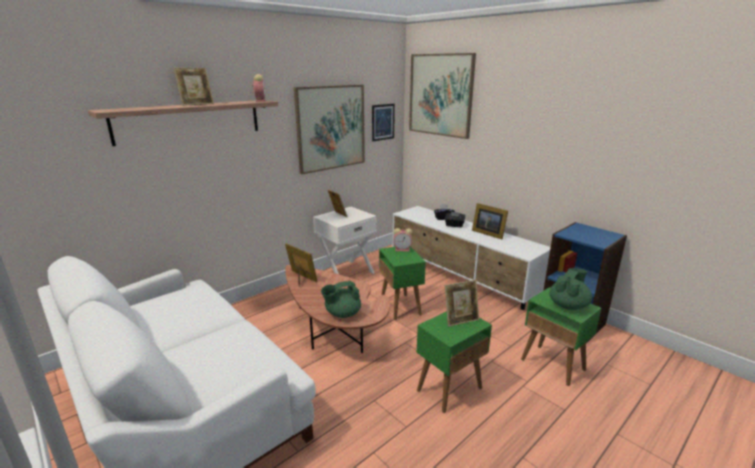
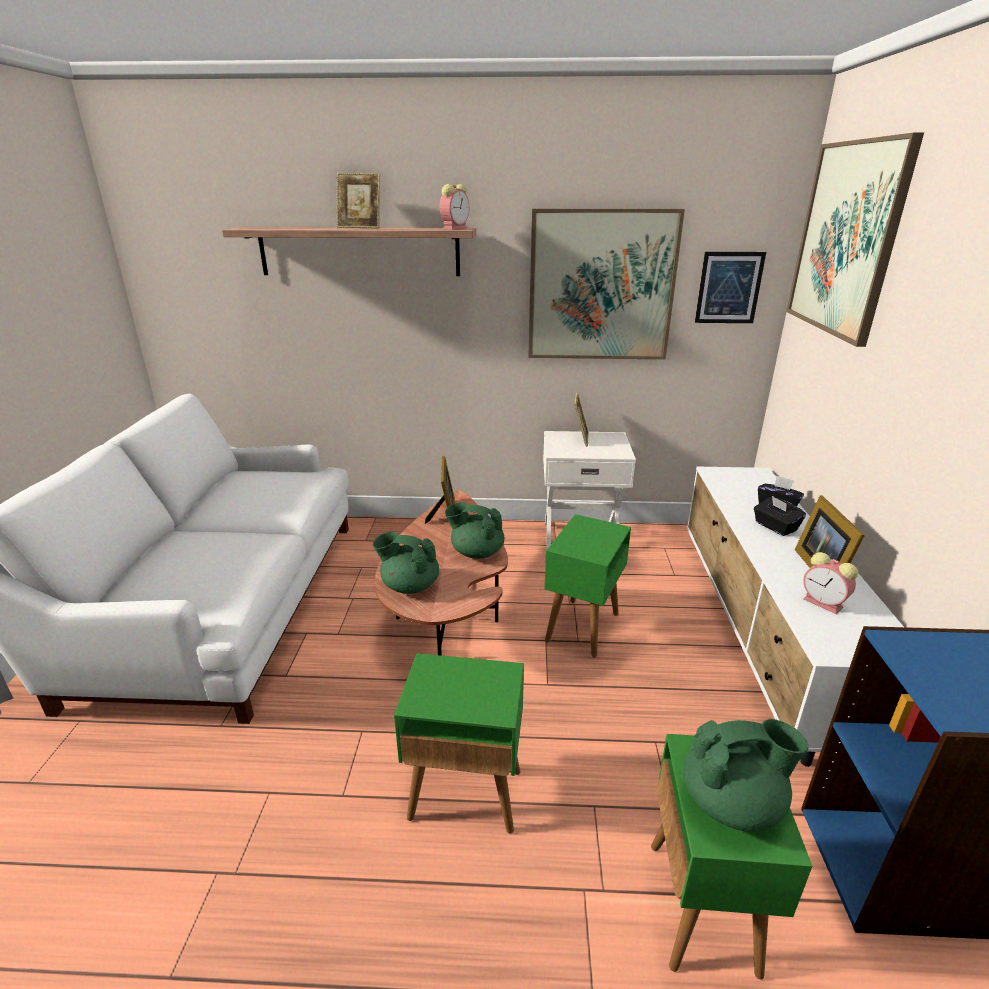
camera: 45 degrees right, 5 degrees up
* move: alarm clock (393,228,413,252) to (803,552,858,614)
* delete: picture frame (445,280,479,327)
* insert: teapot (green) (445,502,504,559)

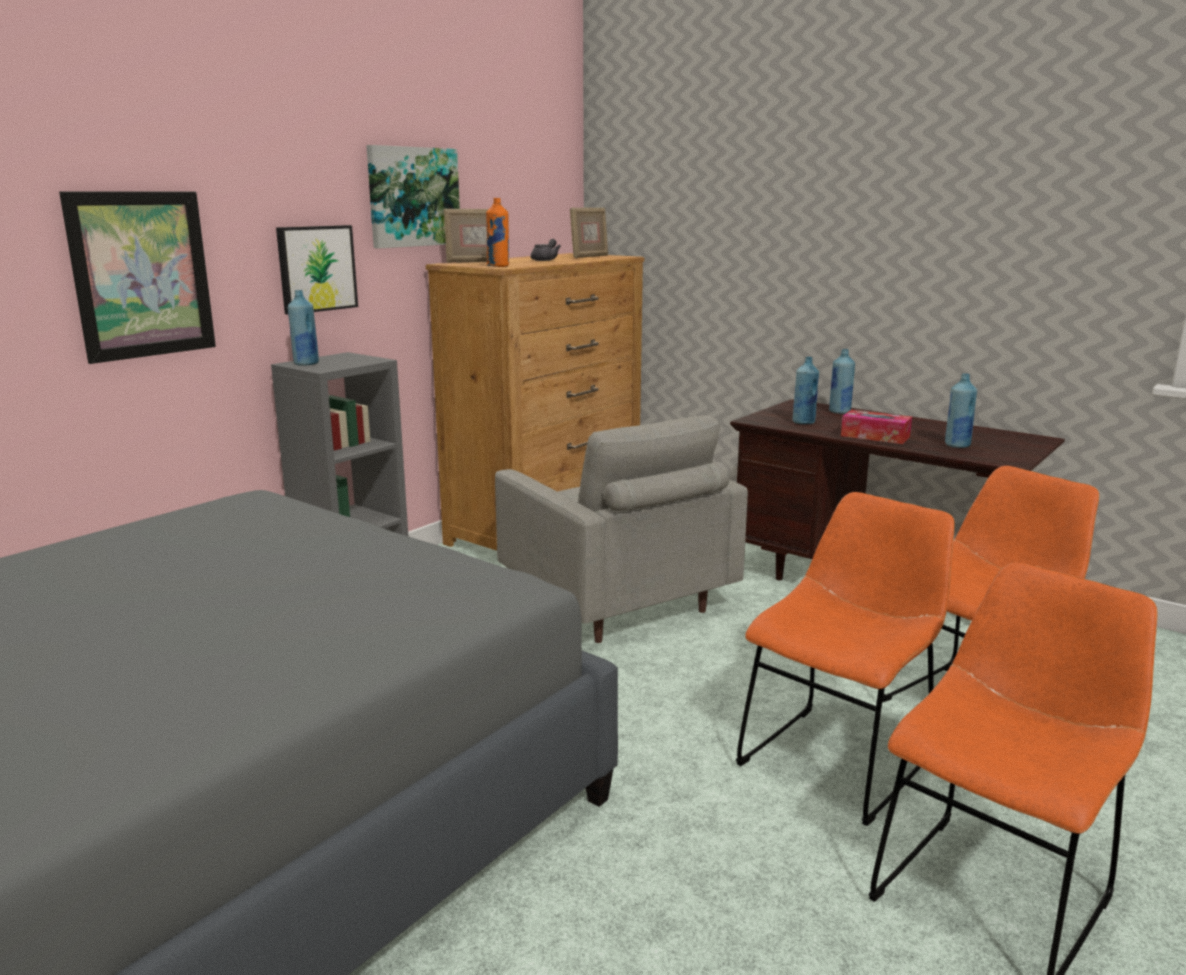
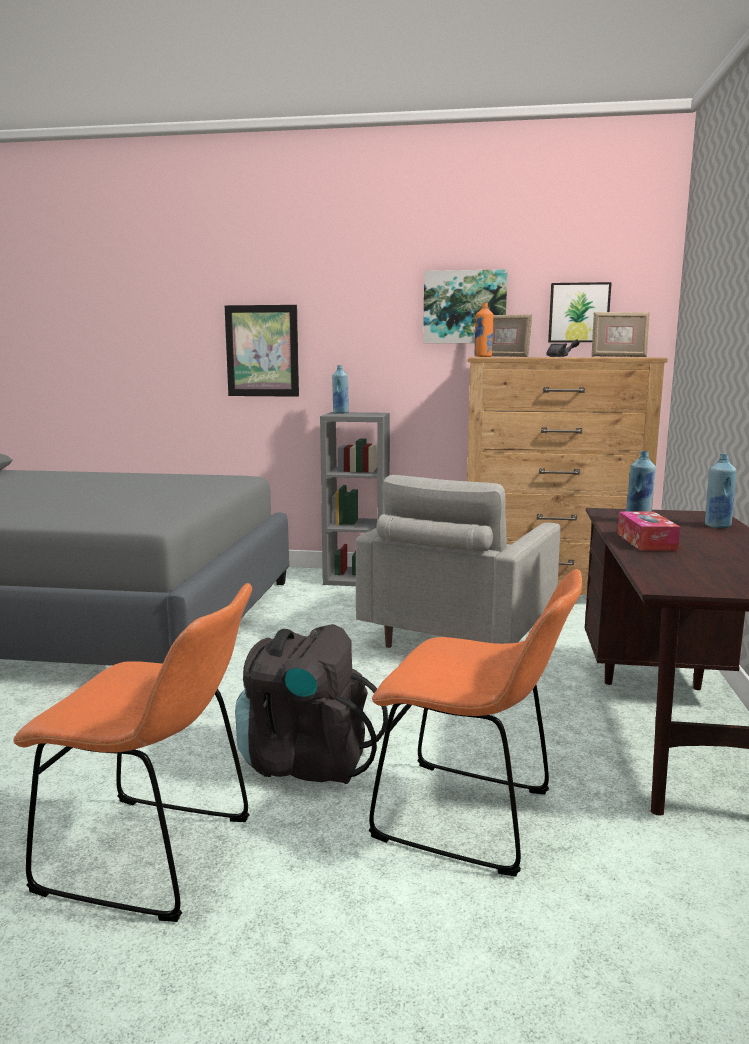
camera: 60 degrees right, 5 degrees down
* move: picture (276,225,358,314) to (548,282,612,342)
* replace: chair (orange) (736,492,955,826) to backpack (black) (235,624,388,784)
* delete: bottle (blue) (945,374,977,448)

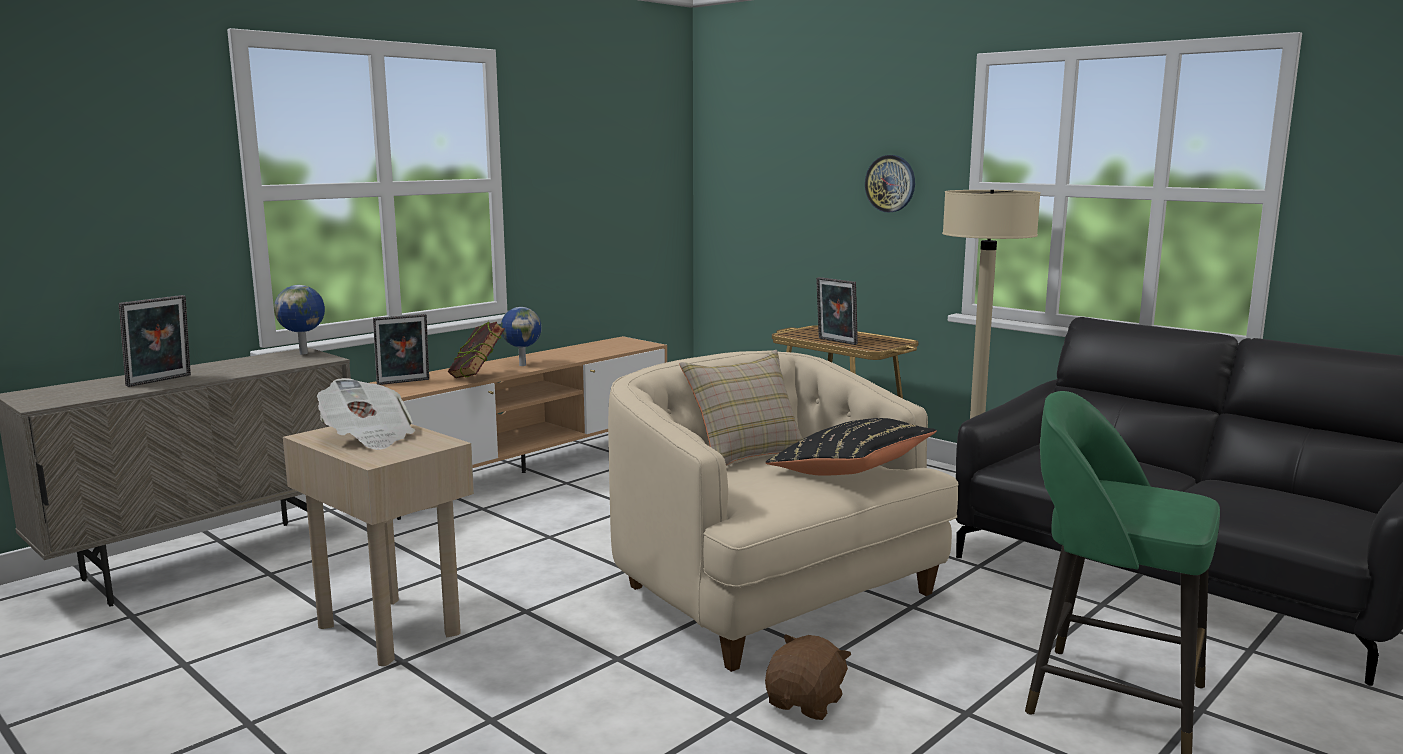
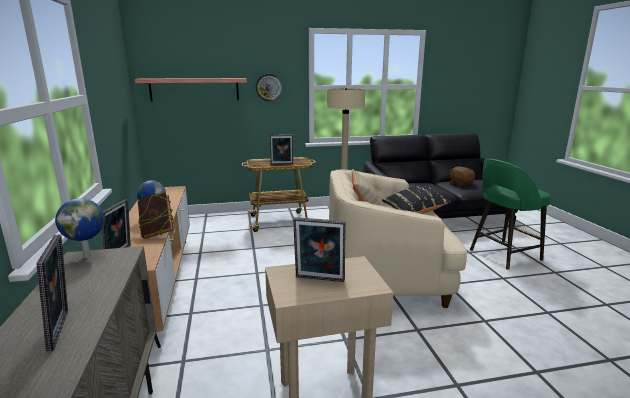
camera: 55 degrees left, 5 degrees up
* replace: newspaper (317,378,415,450) to picture frame (293,217,346,282)
* move: plush toy (brown) (765,634,851,720) to (450,166,475,186)
* insert: shelf (135,78,247,102)

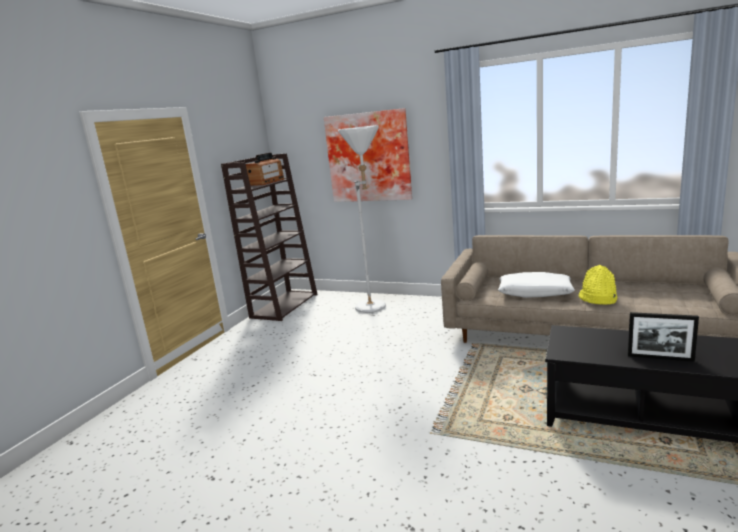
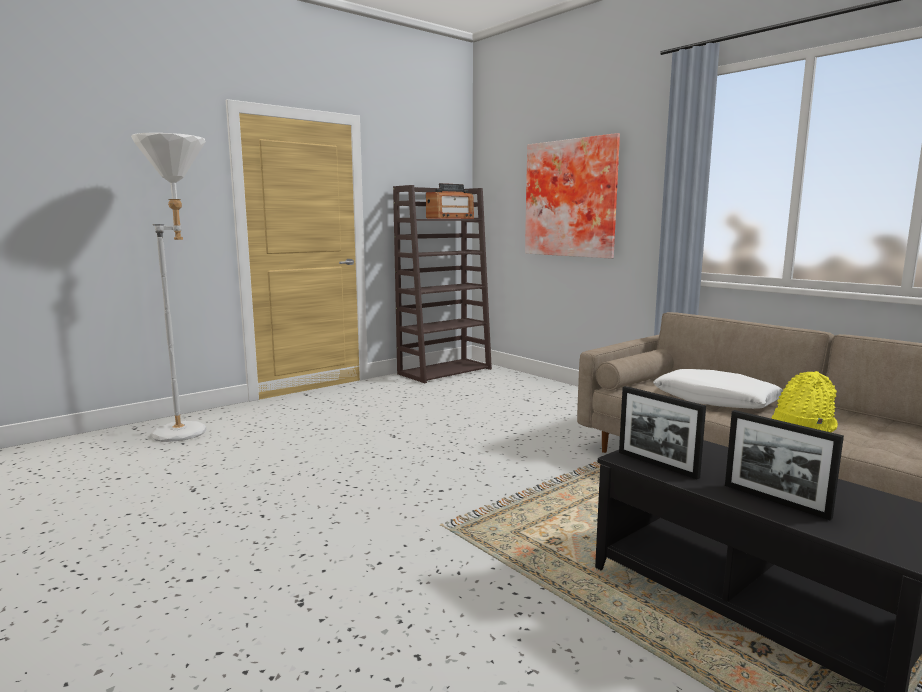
camera: 25 degrees right, 5 degrees down
* move: floor lamp (white) (338,125,386,313) to (131,133,206,442)
* insert: picture frame (619,386,706,479)

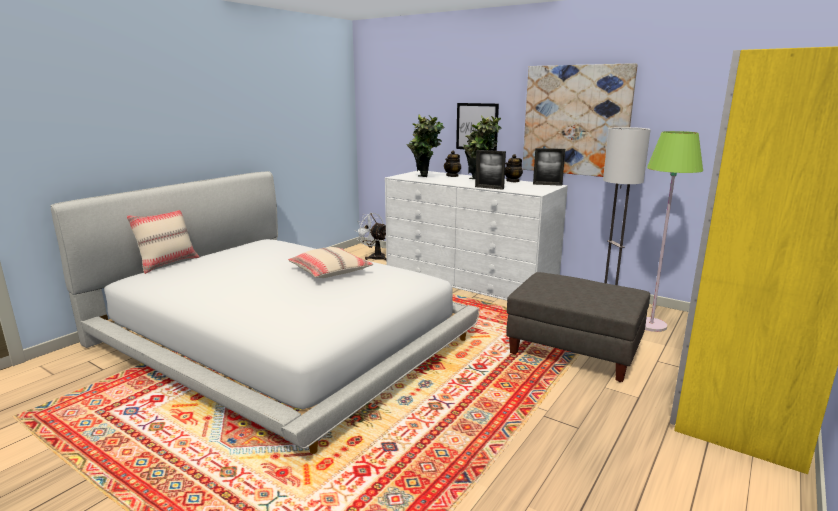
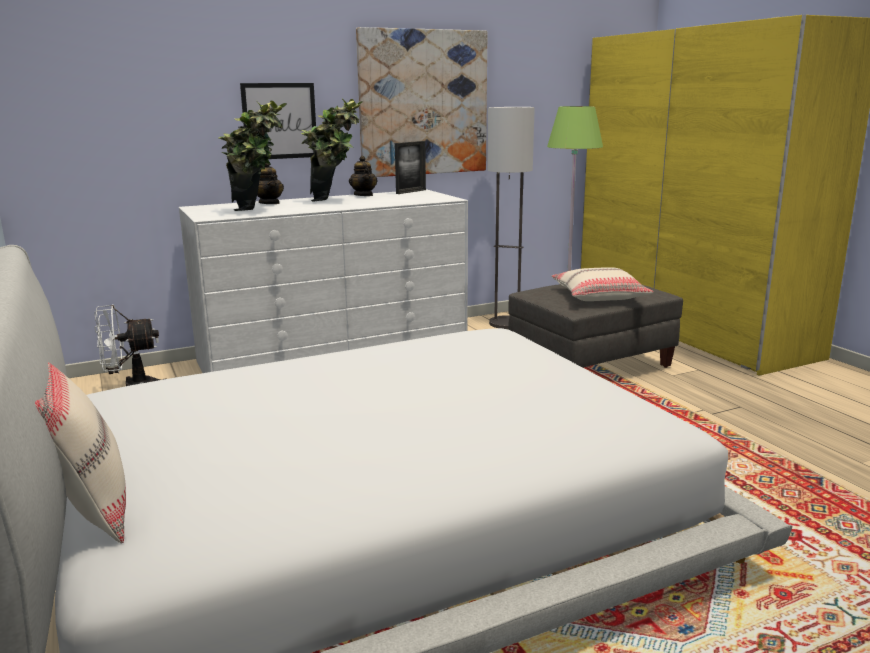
camera: 60 degrees left, 0 degrees up
* move: pillow (beige) (288,247,373,278) to (551,267,654,301)
* delete: picture frame (475,150,506,190)

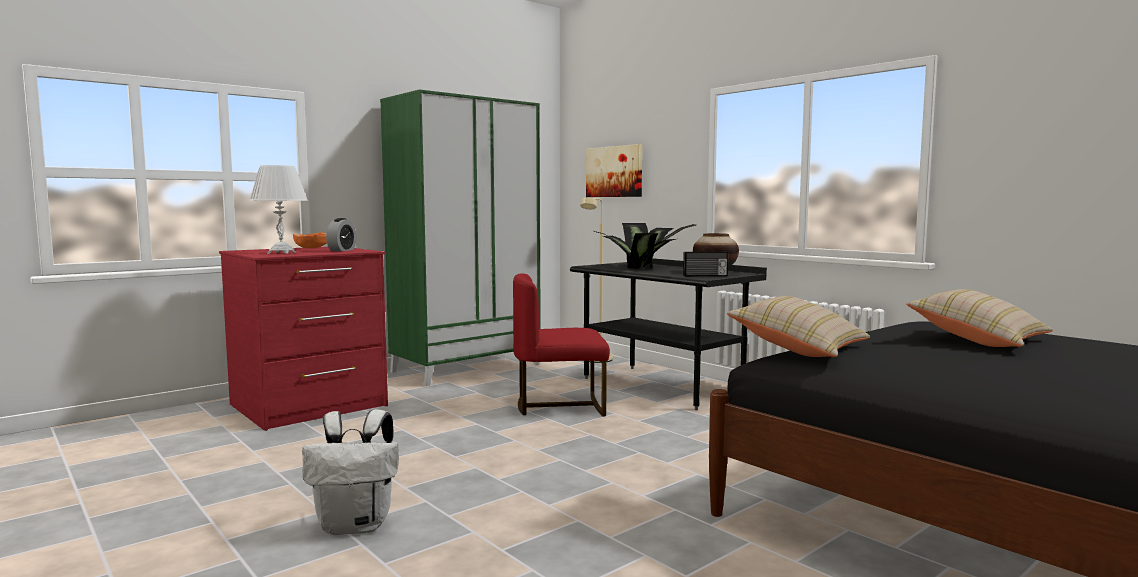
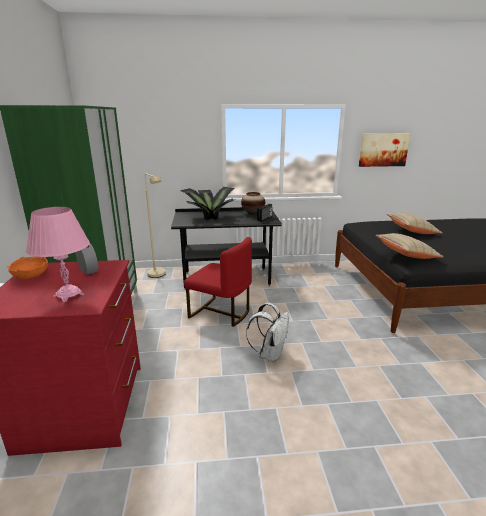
camera: 55 degrees left, 15 degrees up
* recolor: table lamp (white) (249,165,308,254) to table lamp (pink) (26,207,90,302)
* move: backpack (white) (302,409,399,535) to (246,303,289,362)
* rotate: chair (red) (513,273,610,416) = (184,237,252,327) 90 degrees counterclockwise
* move: picture (586,144,642,197) to (359,133,411,167)

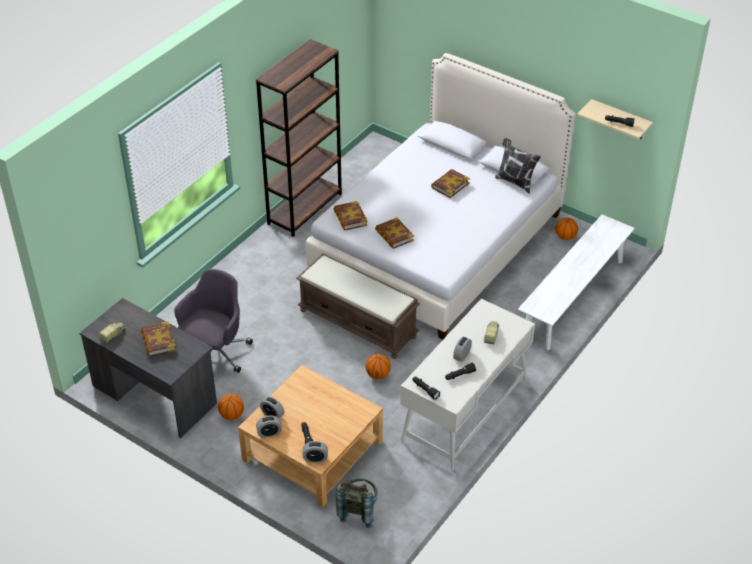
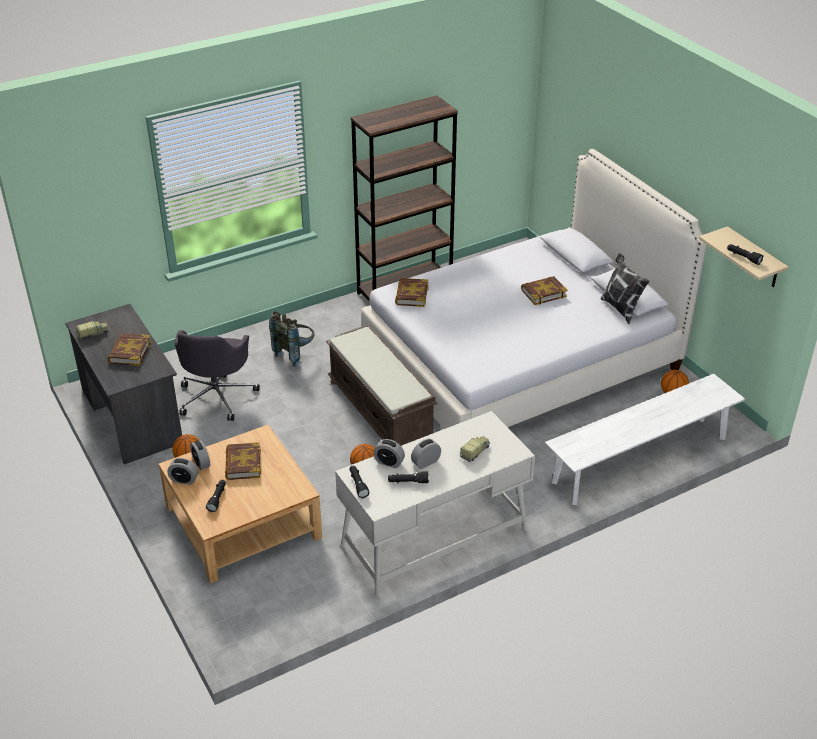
camera: 25 degrees right, 5 degrees down
* rotate: office chair (grey) (174,269,253,373) = (174,330,260,421) 135 degrees clockwise
* move: alarm clock (302,441,328,462) to (373,439,405,468)
* move: backpack (grey) (336,479,378,528) to (269,311,315,367)
* move: book (375,217,414,249) to (225,442,261,480)

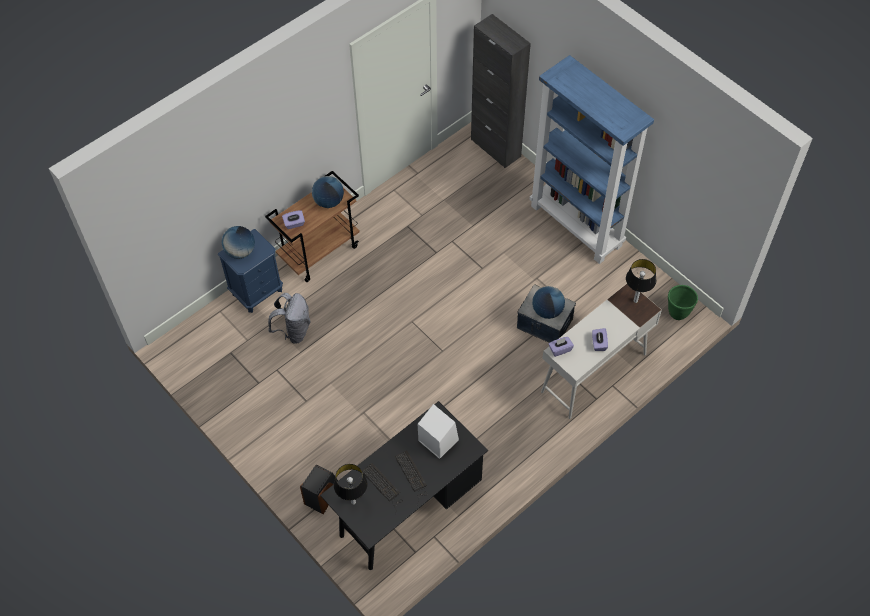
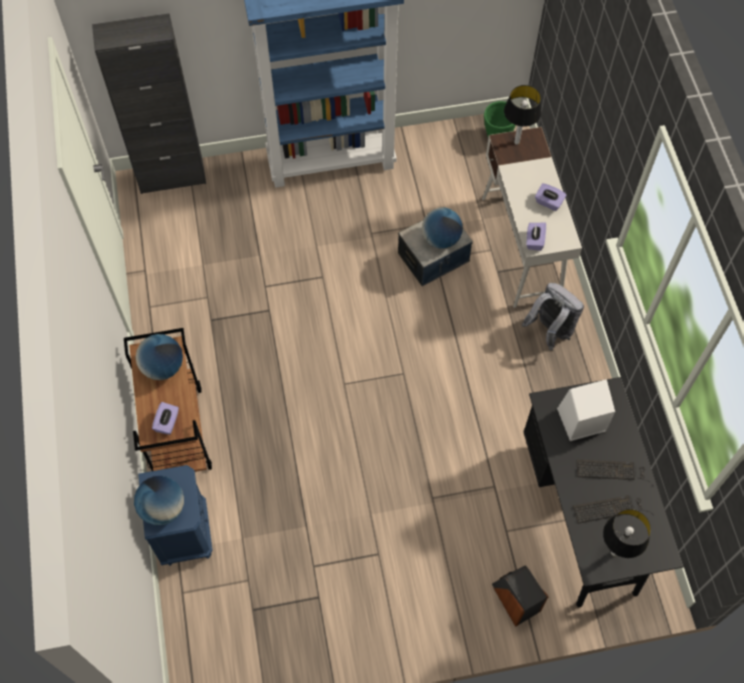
camera: 60 degrees left, 5 degrees up
* move: backpack (grey) (268,293,311,344) to (522,283,584,350)

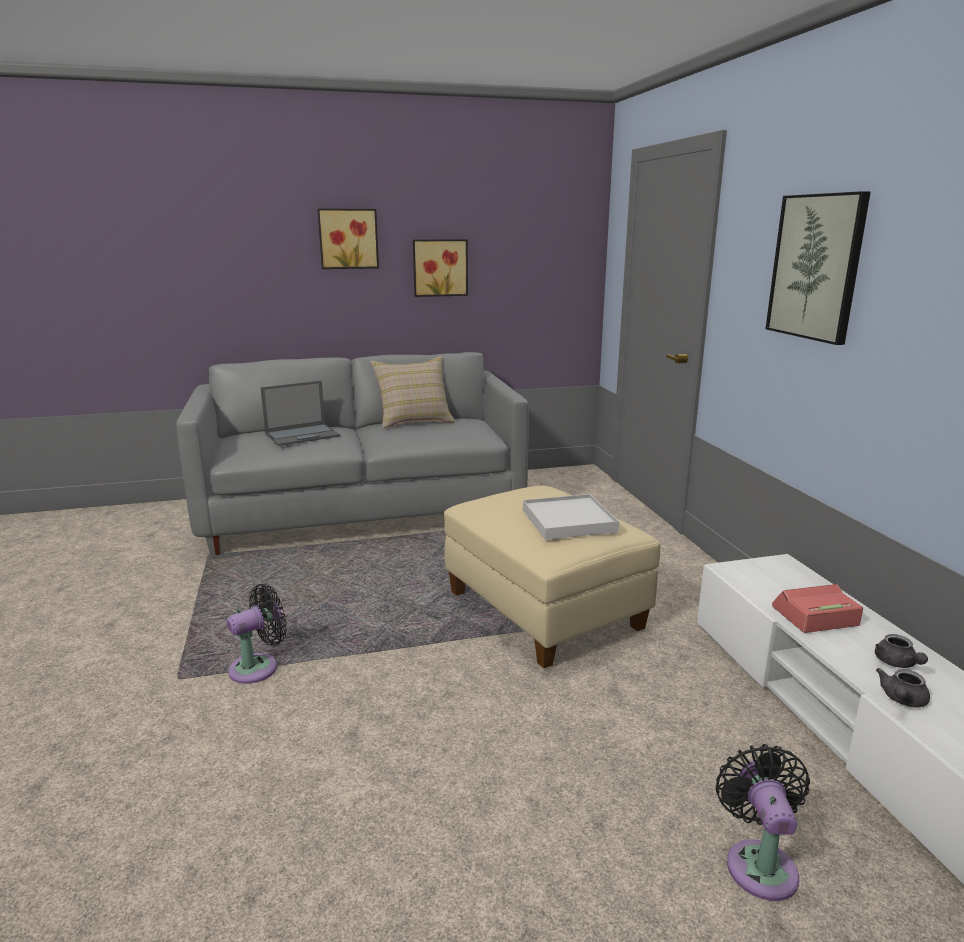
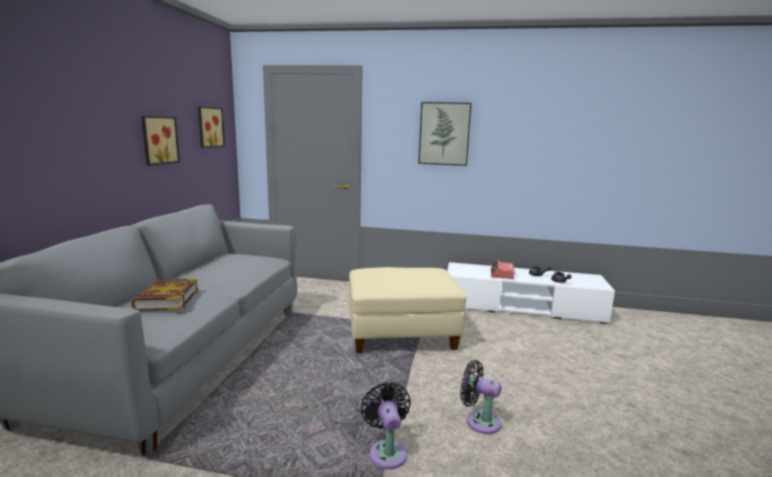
camera: 65 degrees left, 5 degrees down
* replace: laptop (260,381,340,446) to book (131,279,199,311)
* move: picture (317,209,379,269) to (198,106,225,148)
* delete: pillow (beige) (370,356,455,428)
* delete: tray (white) (523,494,619,540)
* move: fan (black) (715,744,810,901) to (460,360,501,434)

